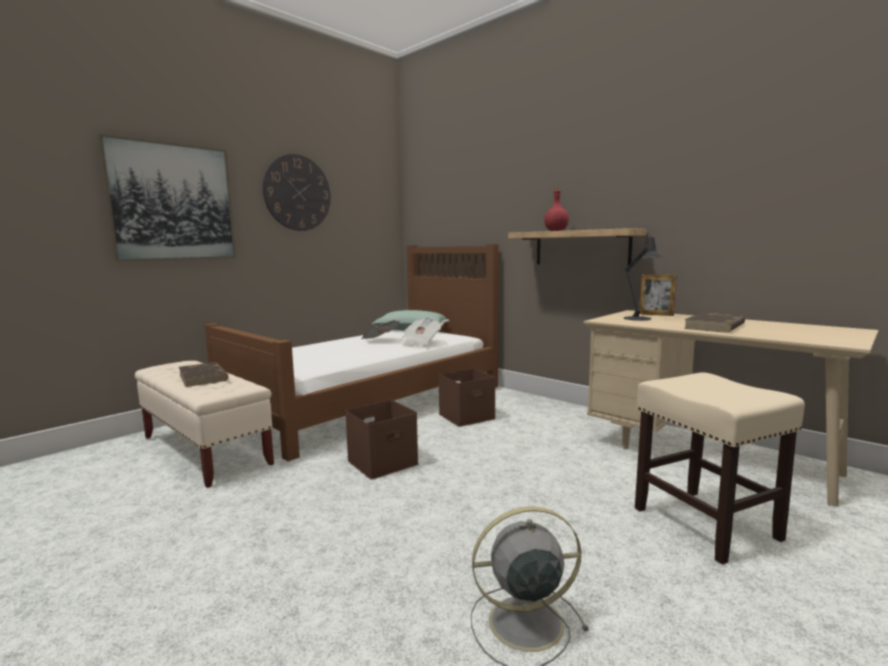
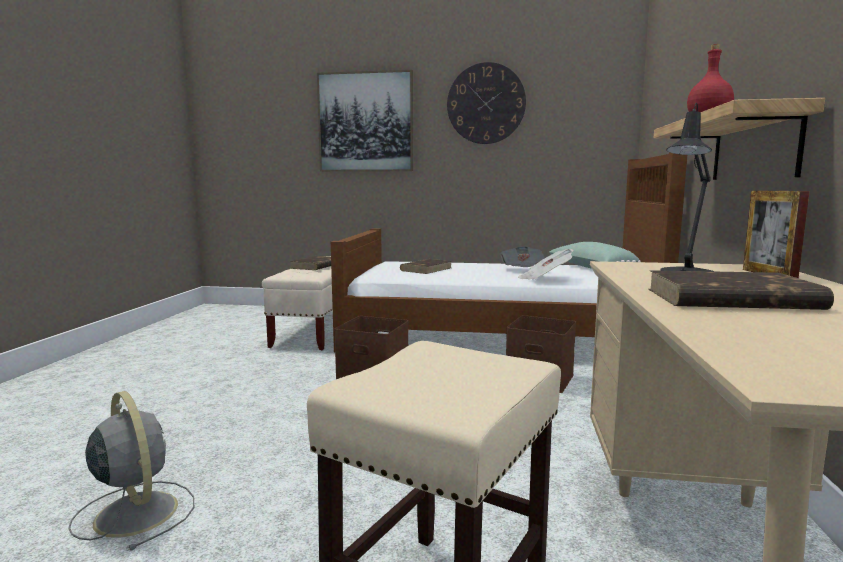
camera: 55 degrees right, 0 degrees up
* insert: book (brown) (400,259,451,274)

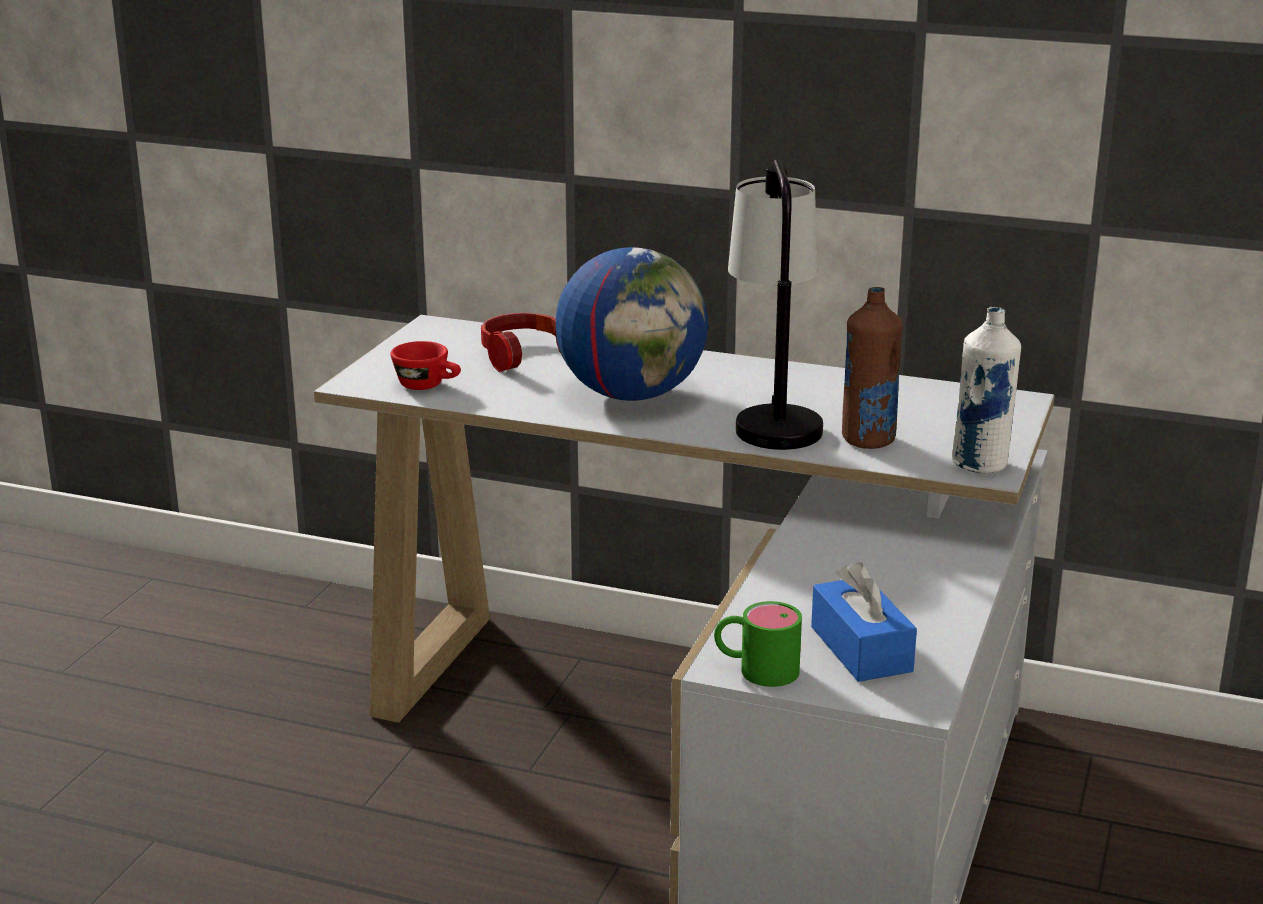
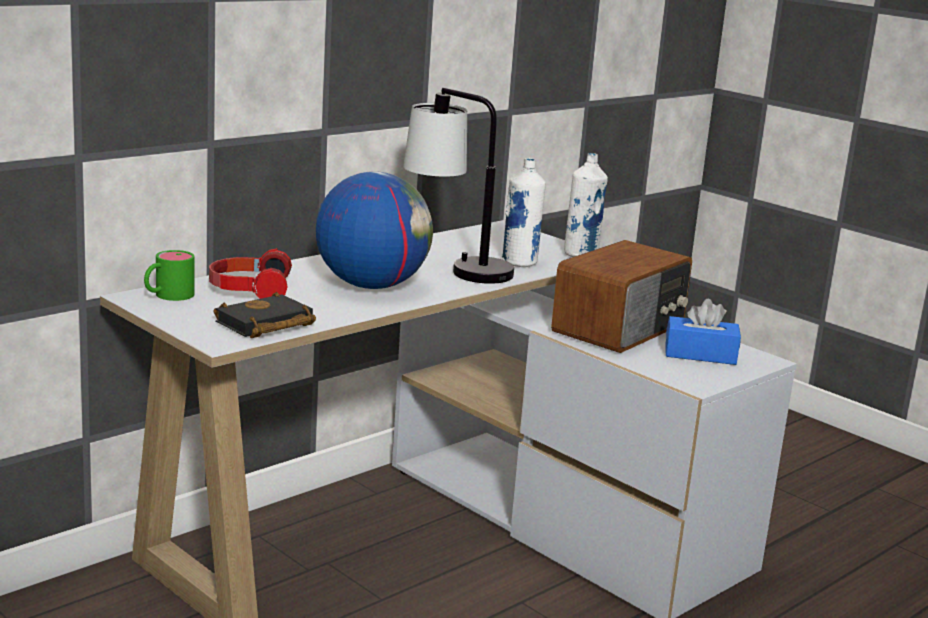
camera: 65 degrees left, 5 degrees down
* replace: cup (red) (391,341,461,390) to book (black) (214,292,316,338)
* move: mug (green) (714,601,802,687) to (144,250,195,301)
* recolor: bottle (brown) (842,287,902,449) to bottle (white) (501,158,546,267)
* insert: radio (551,240,692,353)

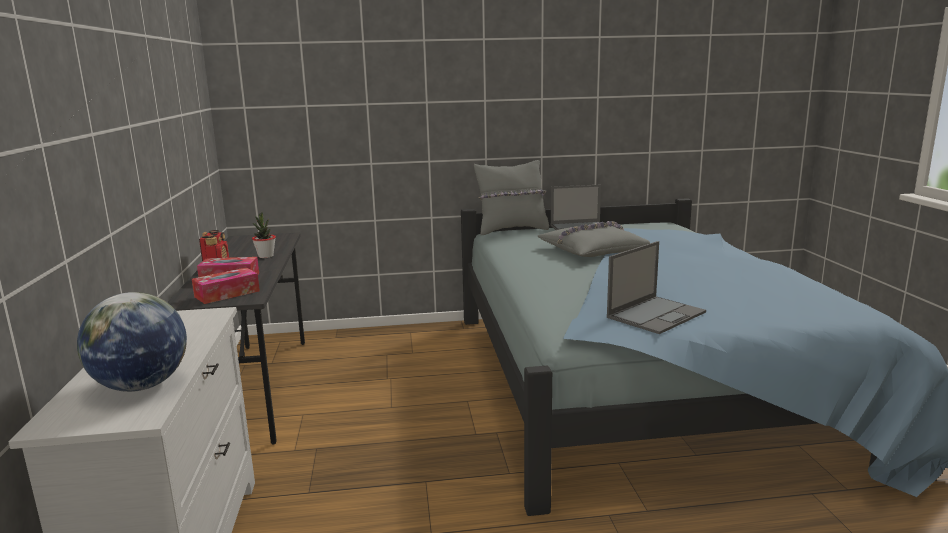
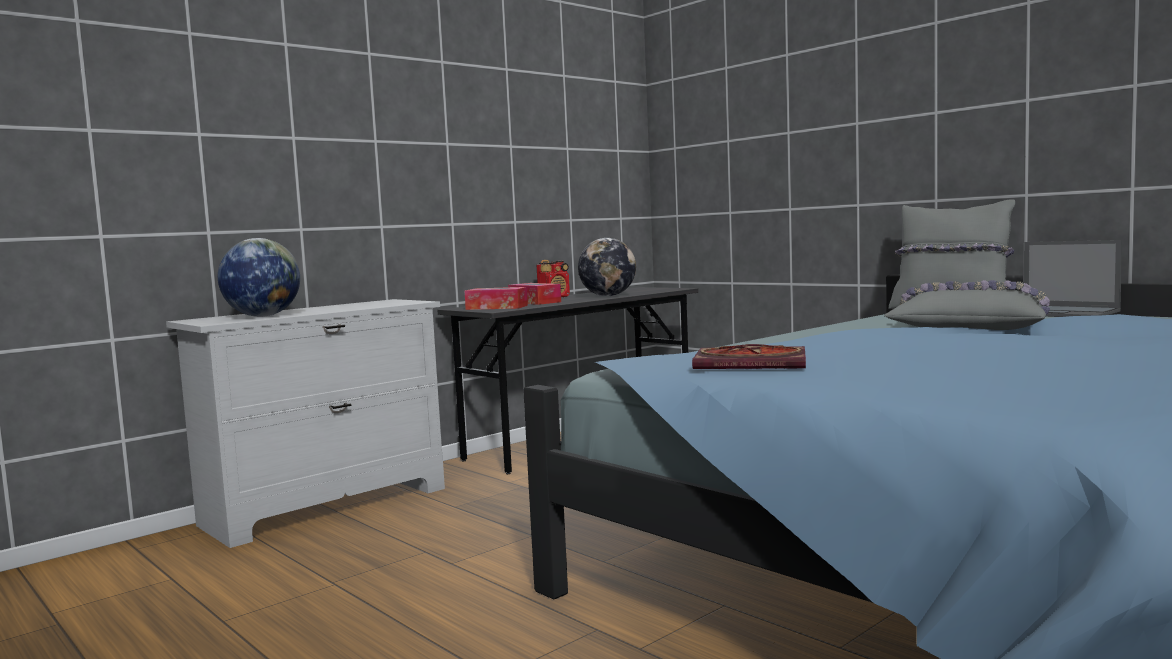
camera: 55 degrees right, 10 degrees down
* replace: potted plant (252,211,276,258) to globe (578,238,636,296)
* replace: laptop (607,241,706,334) to book (692,344,806,369)

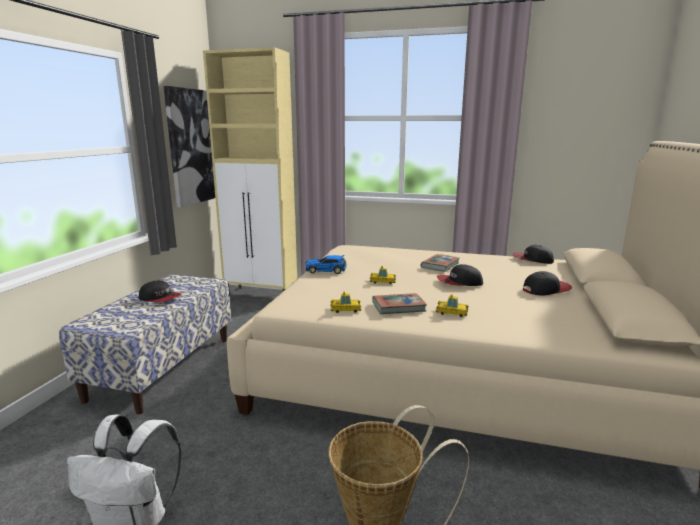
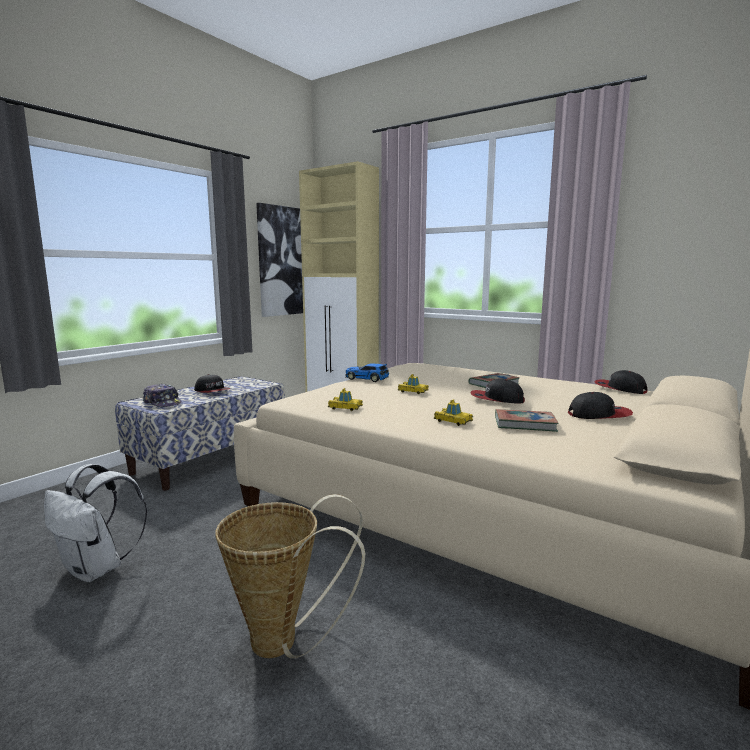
camera: 20 degrees right, 5 degrees down
* move: book (372,293,427,314) to (495,409,559,432)
* insert: cap (143,384,182,407)

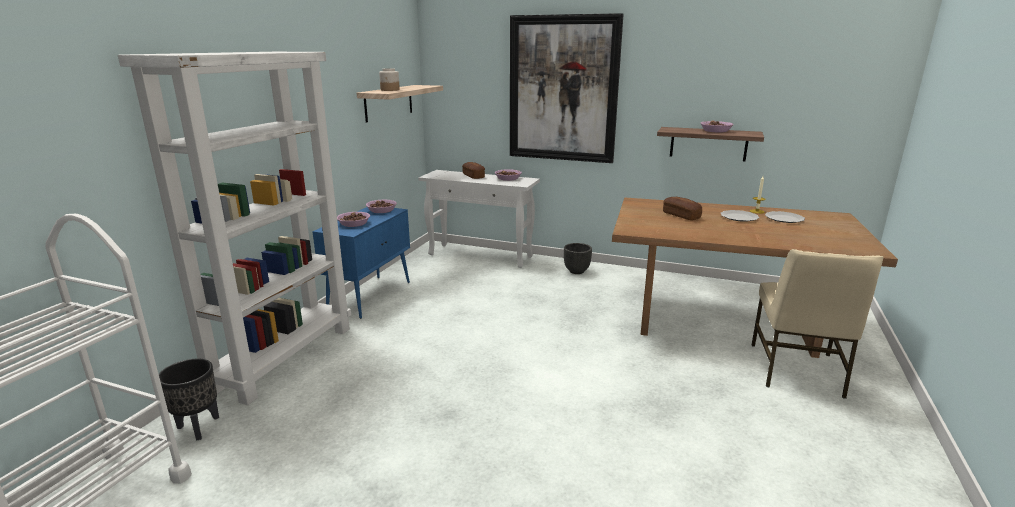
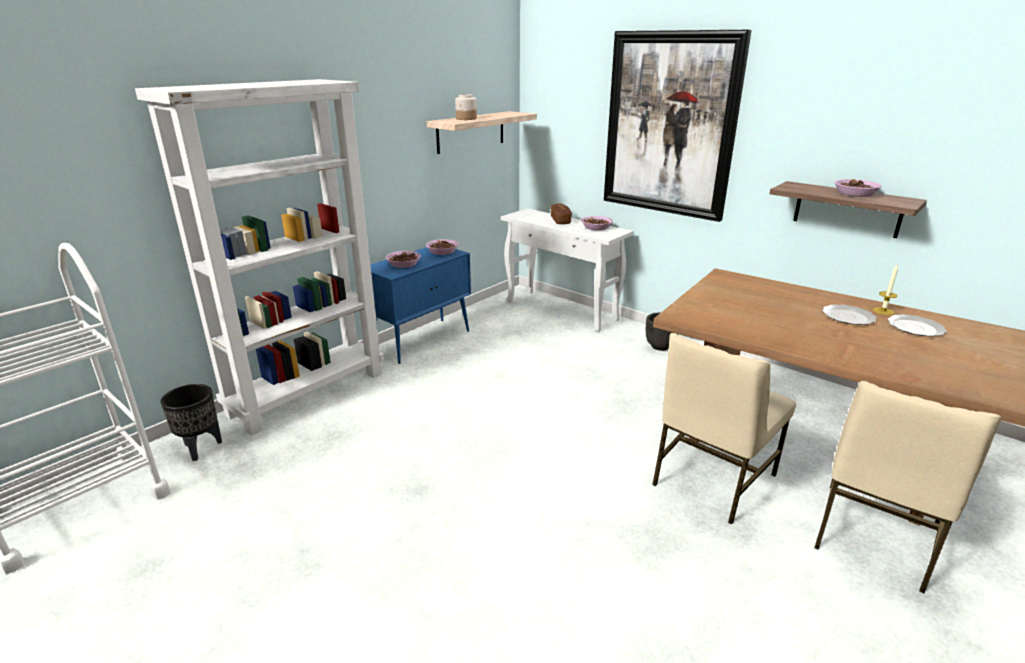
camera: 20 degrees right, 5 degrees up
* delete: bread (663,197,702,220)
* insert: chair (beige) (652,333,796,524)

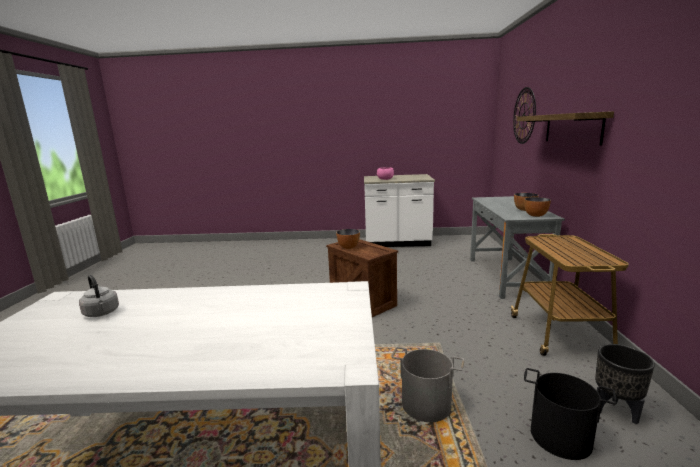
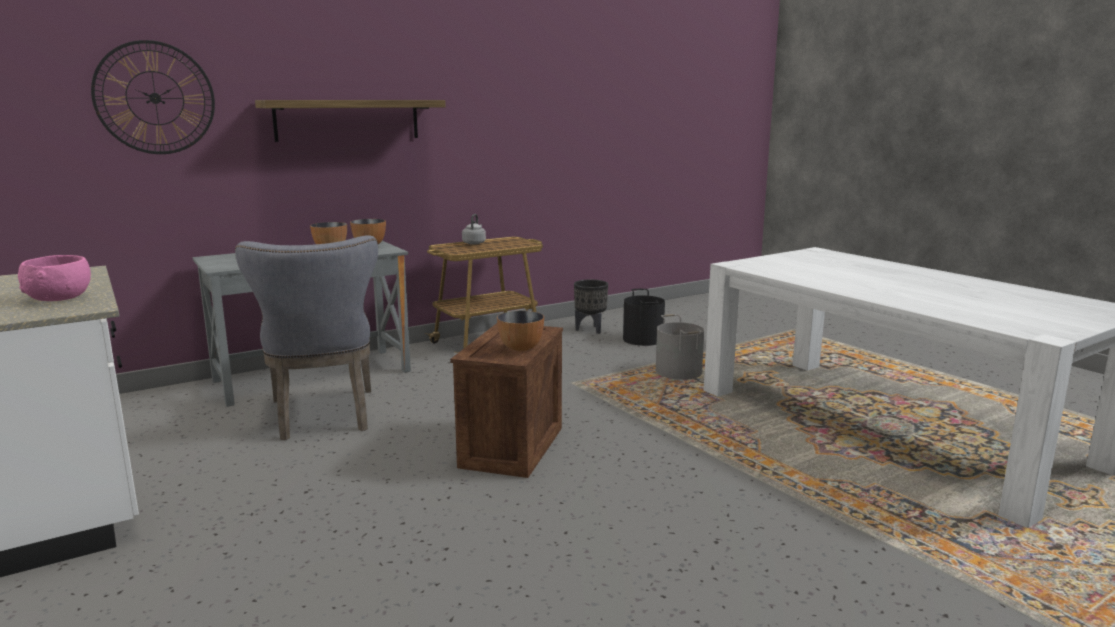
camera: 125 degrees left, 0 degrees up
* move: kettle (grey) (79,275,119,317) to (462,214,486,245)
* insert: chair (grey) (235,235,378,440)

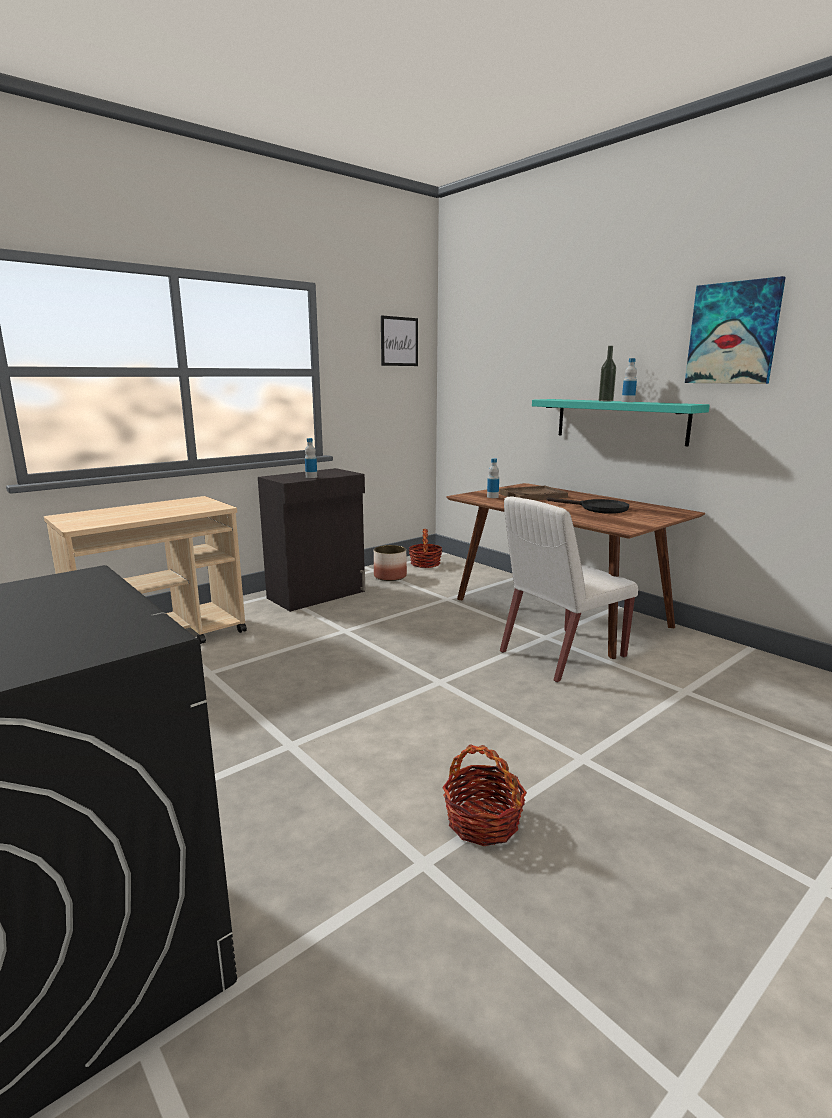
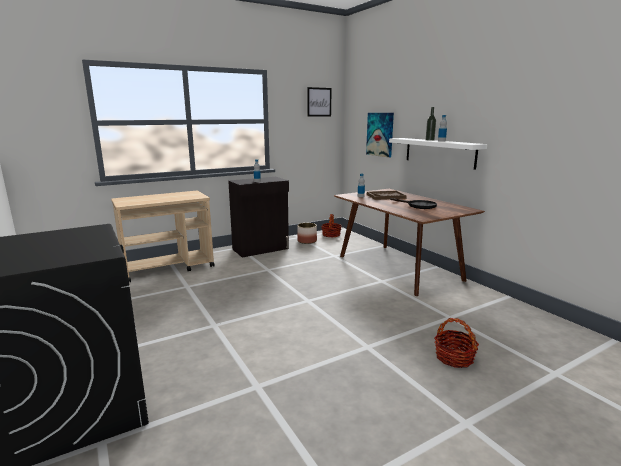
camera: 10 degrees right, 0 degrees up
* move: basket (442,744,527,846) to (434,318,479,368)
* delete: chair (white) (500,496,638,683)
* recolor: shelf (turquoise) (532,399,710,446) to shelf (white) (389,138,487,170)
* move: picture (685,276,786,384) to (366,113,394,158)

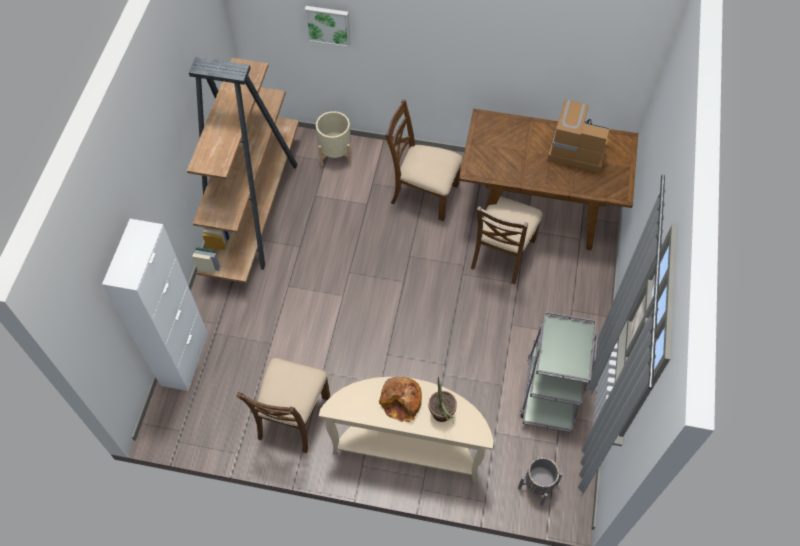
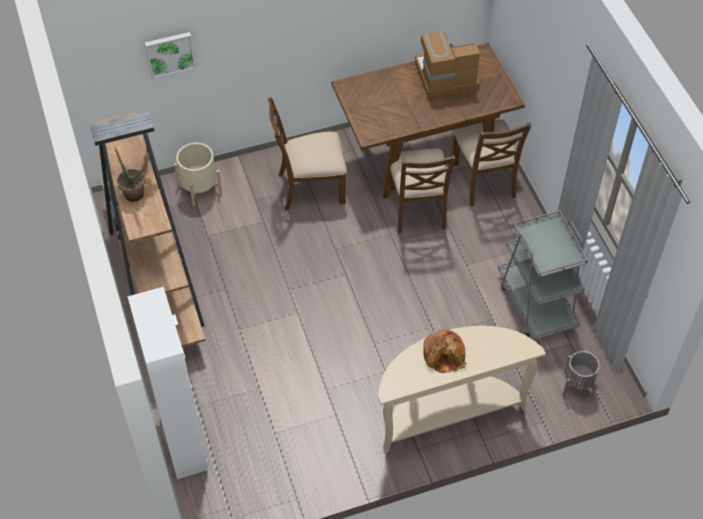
camera: 30 degrees left, 5 degrees down
* move: chair (brown) (237,358,330,453) to (452,119,531,206)
* move: potted plant (429,376,457,423) to (115,147,149,202)

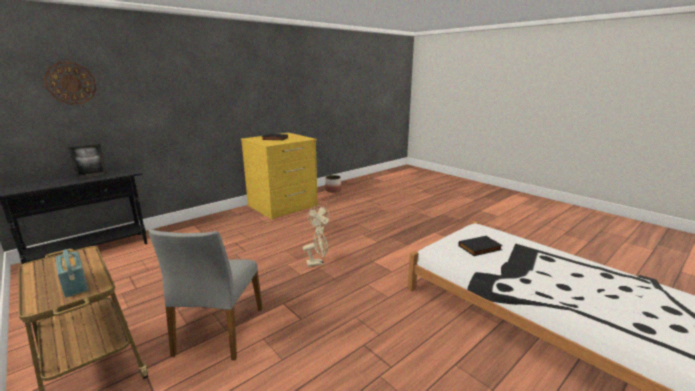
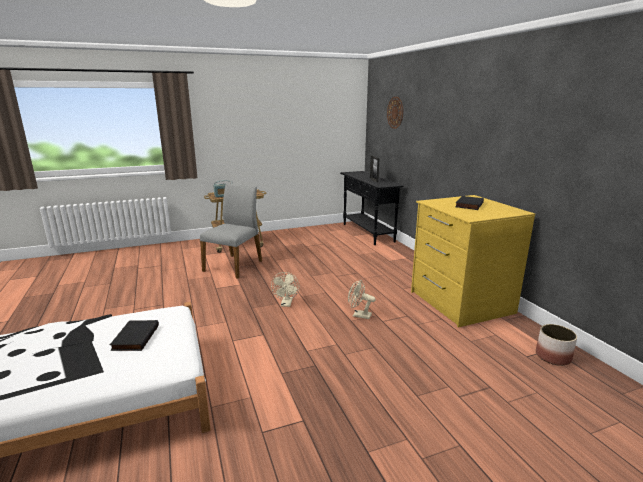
camera: 110 degrees right, 0 degrees up
* rotate: chair (grey) (149,229,263,360) = (200,183,262,279) 90 degrees clockwise

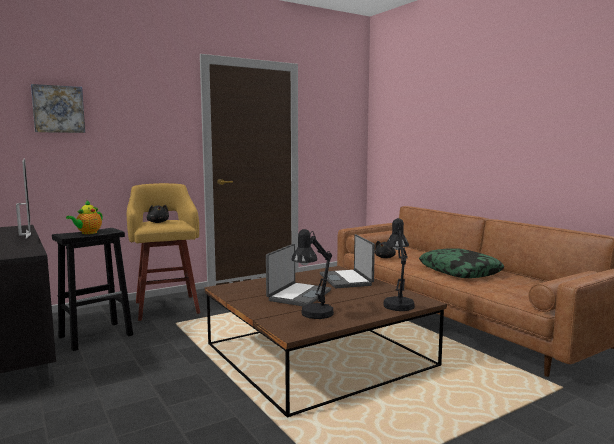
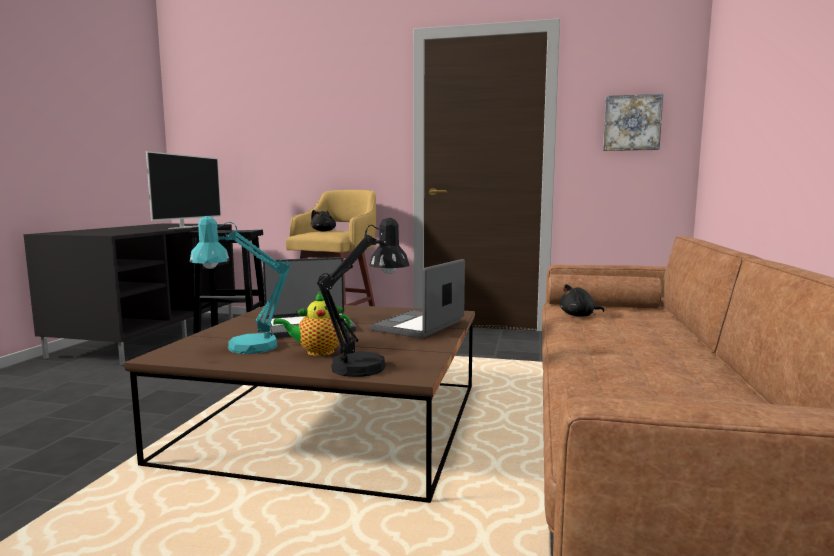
camera: 45 degrees right, 0 degrees up
* move: picture (31,84,85,133) to (603,94,663,151)
* move: teapot (66,200,103,234) to (273,291,351,356)
* recolor: table lamp (black) (291,229,334,319) to table lamp (turquoise) (190,216,291,354)
* delete: pillow (419,248,504,278)

